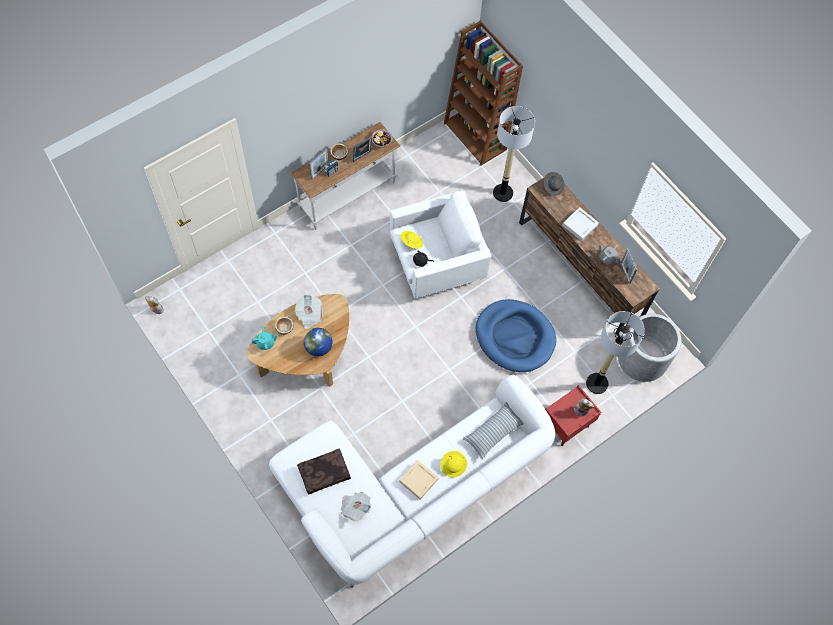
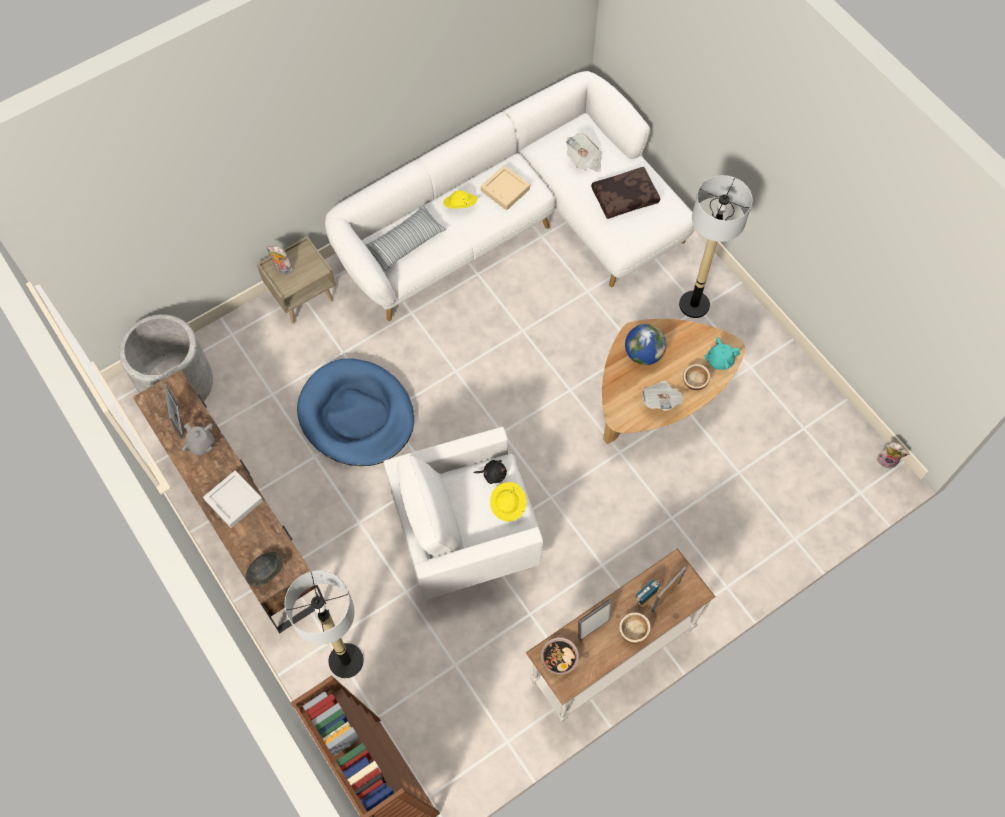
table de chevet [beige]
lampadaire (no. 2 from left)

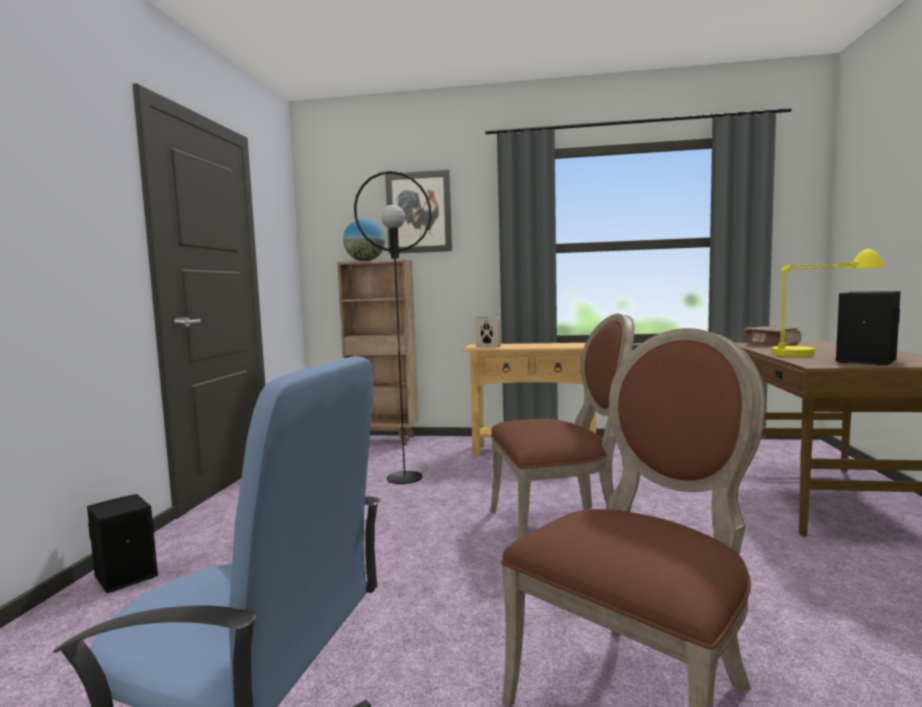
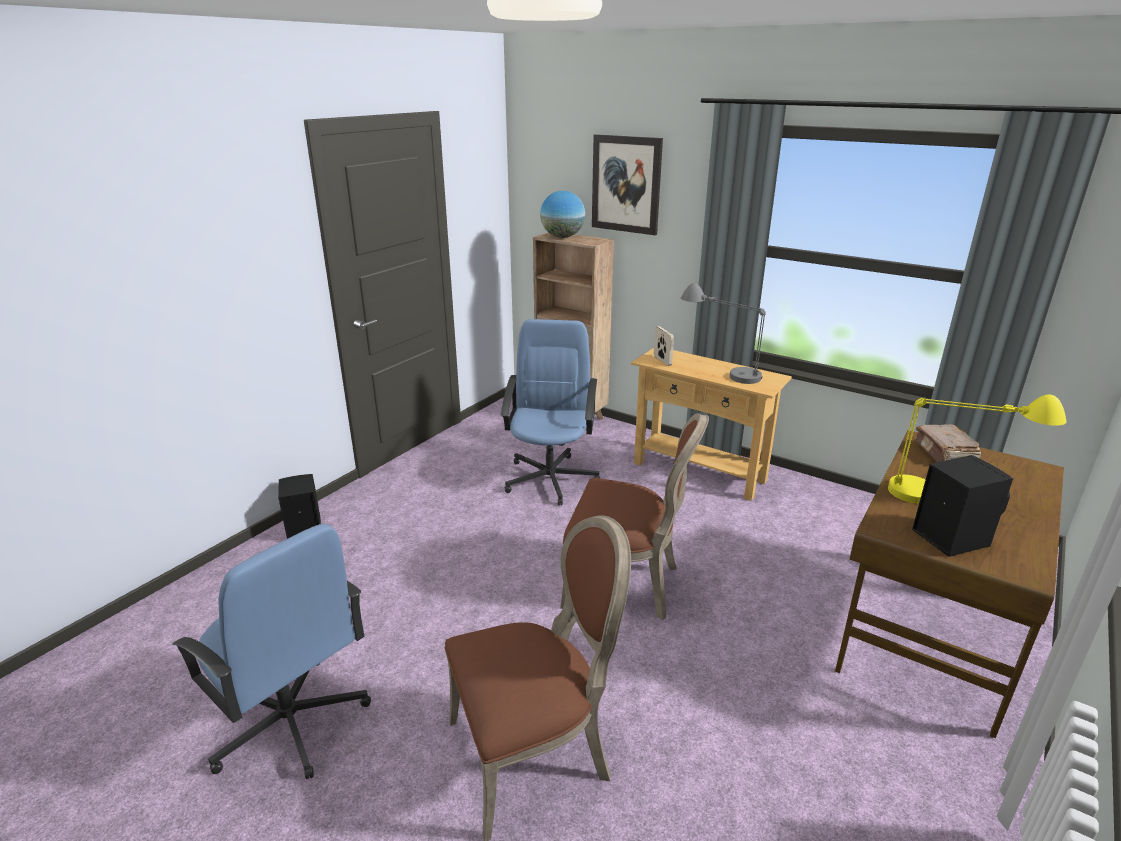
chaise de bureau [bleu] (no. 2 from left)
lampe de table [gris]

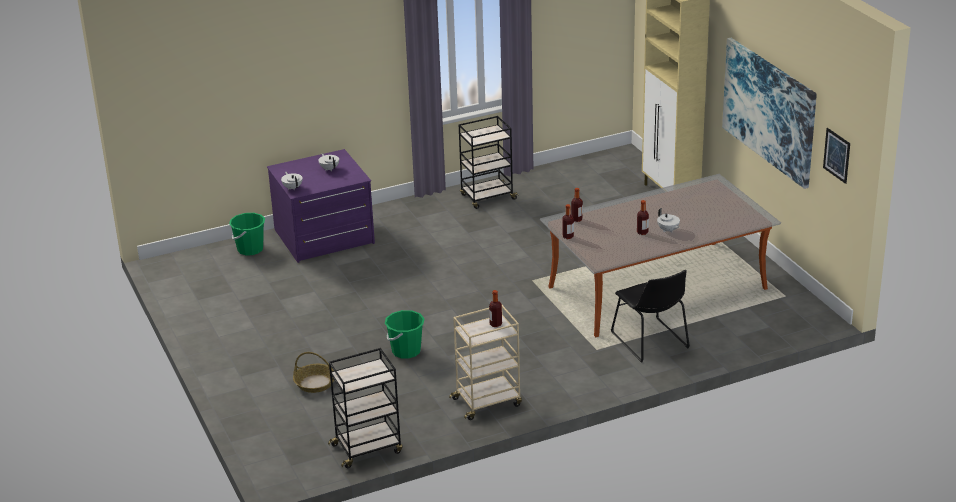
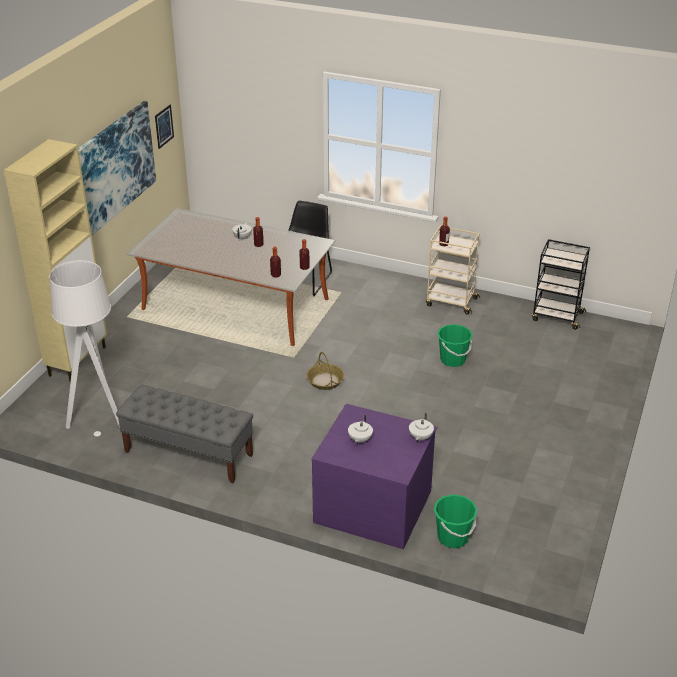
panier
banc [gris]
lampadaire [blanc]

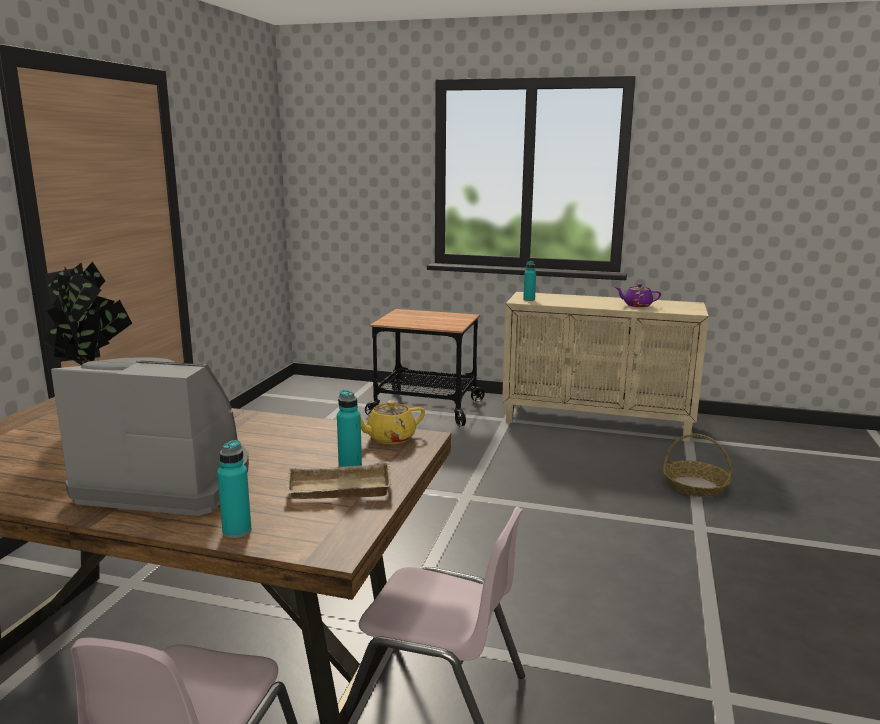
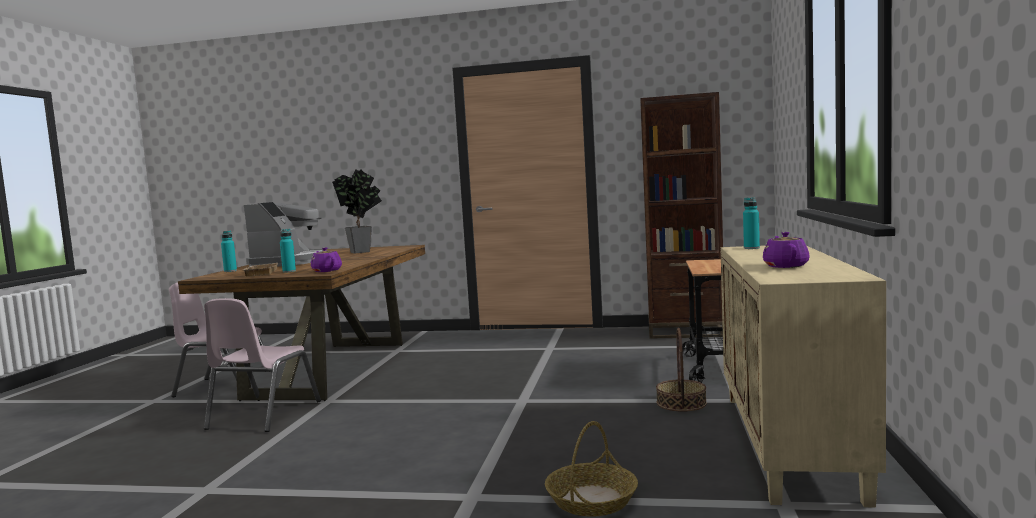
théière [violet] (no. 1 from left)
bibliothèque [marron]
panier (no. 2 from left)

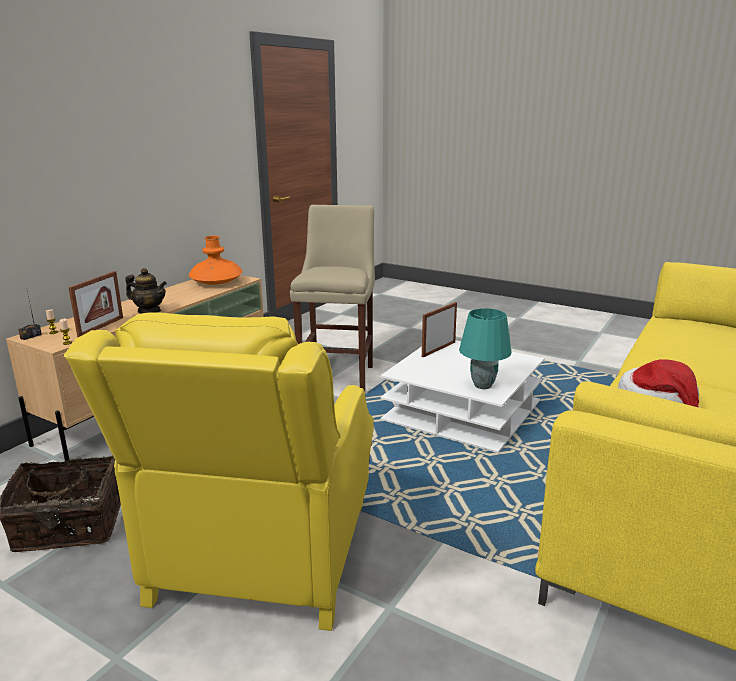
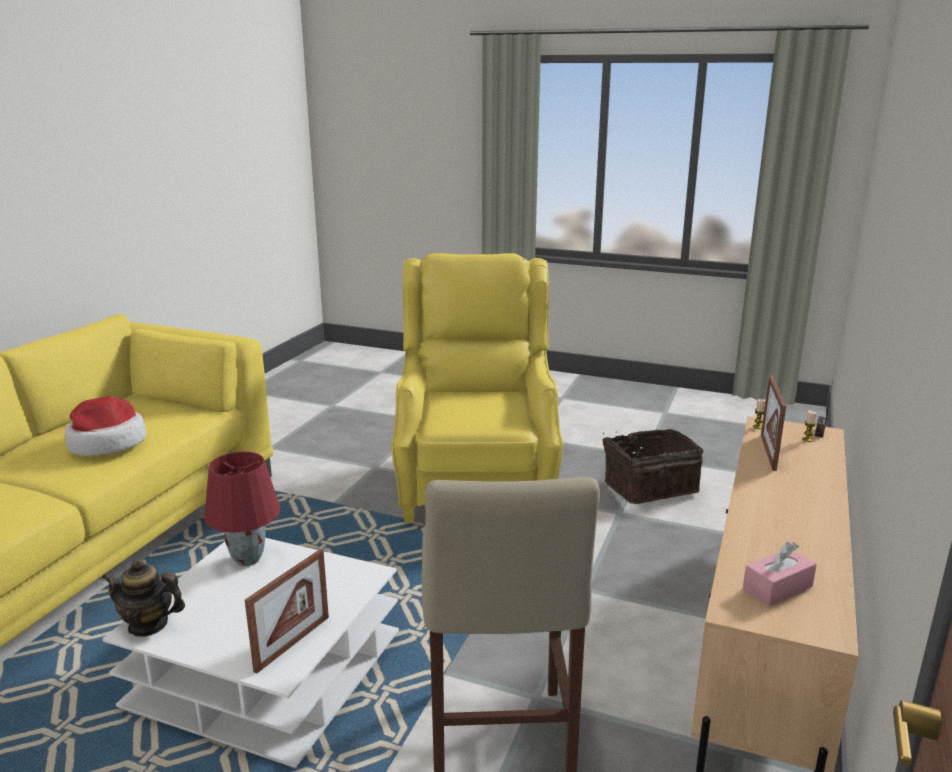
théière
boîte à mouchoirs [rose]
lampe de table [rouge]

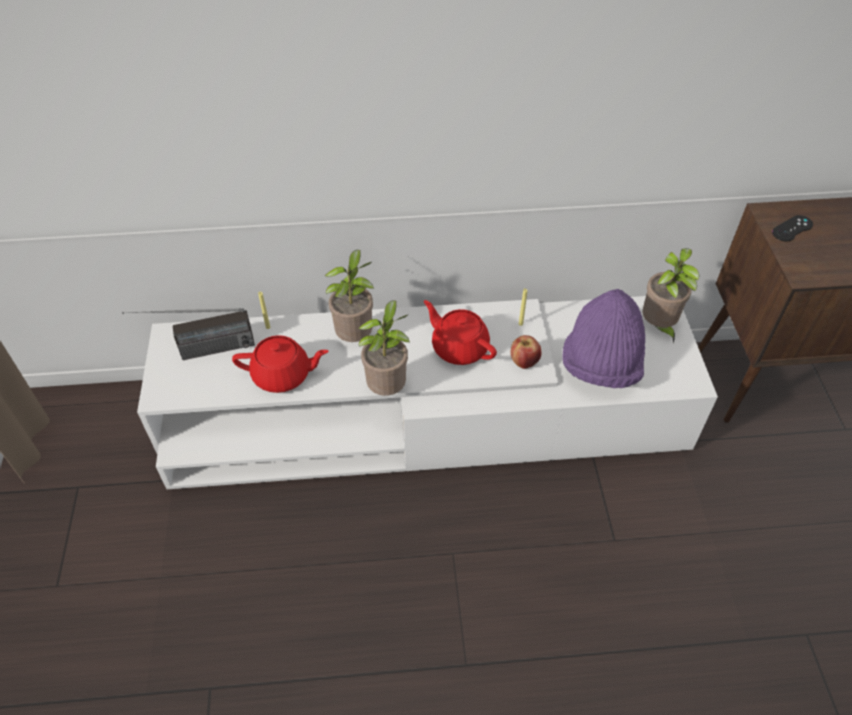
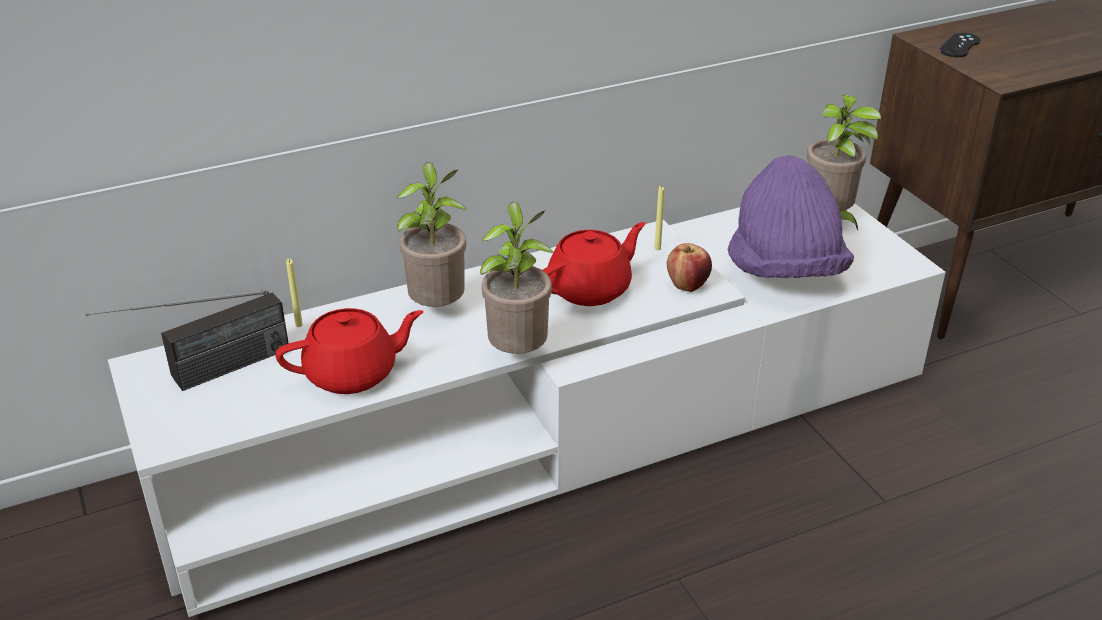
théière [rouge] (no. 2 from left)

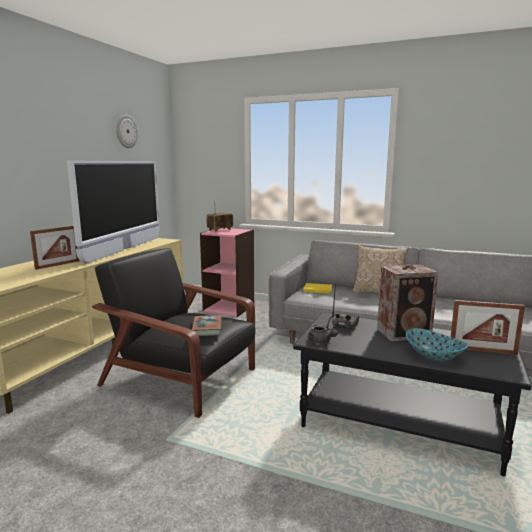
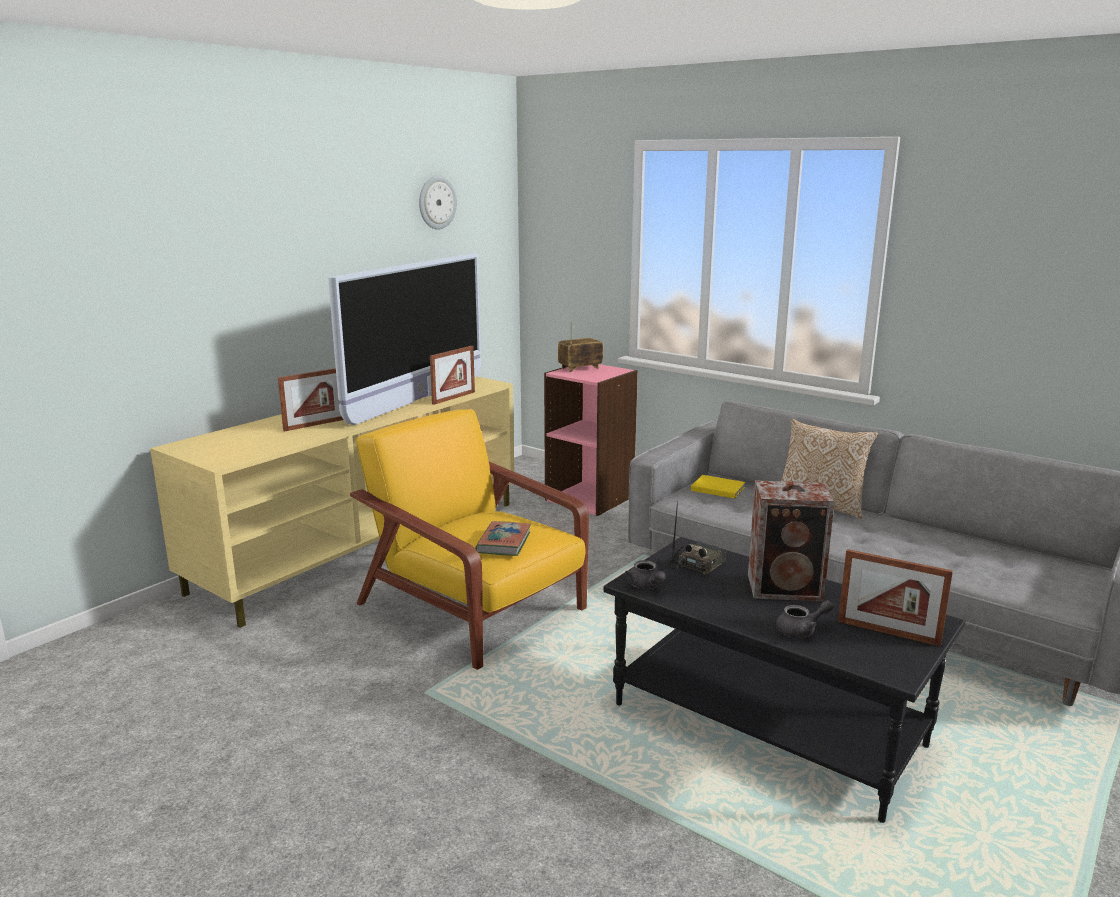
fauteuil [jaune]
théière [gris] (no. 2 from left)
cadre photo (no. 2 from left)

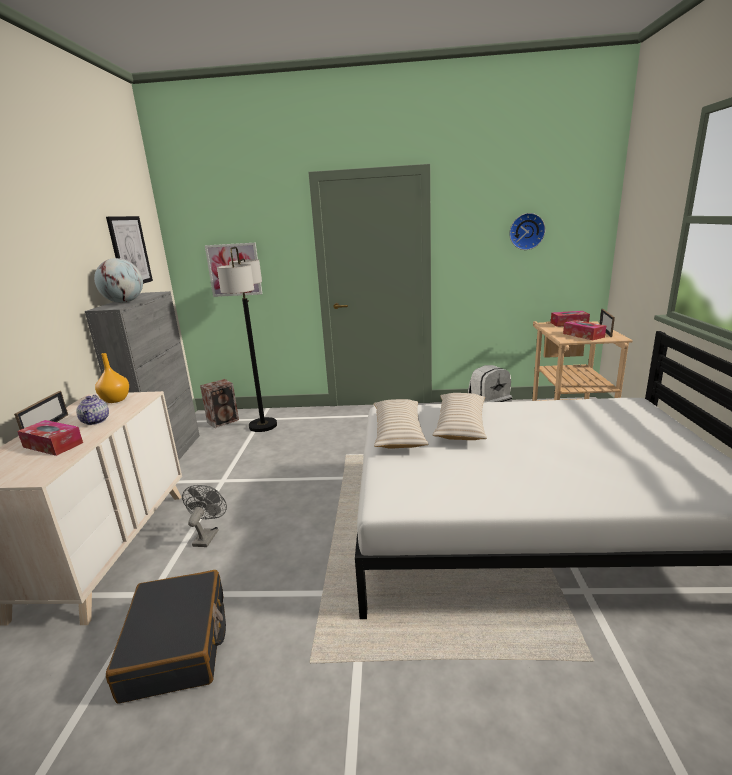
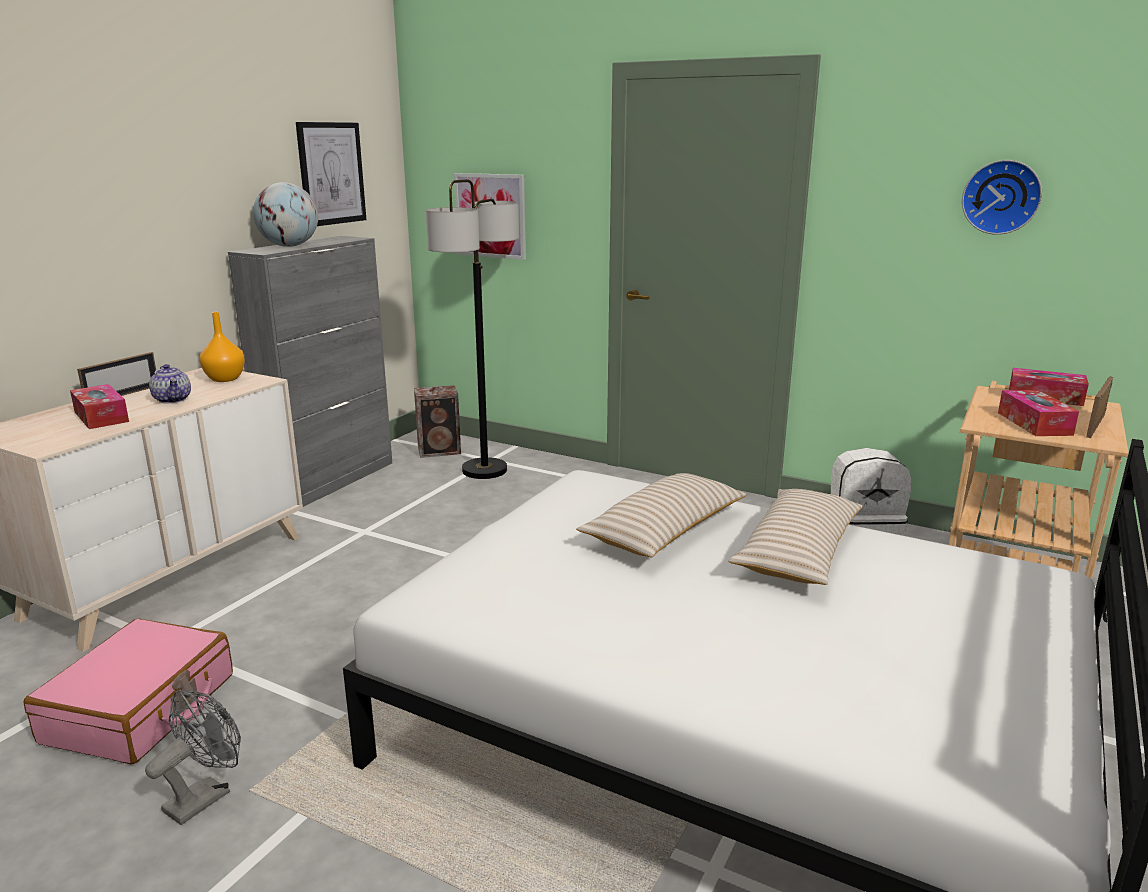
théière
valise [rose]
ventilateur [gris]
coussin [beige] (no. 2 from left)

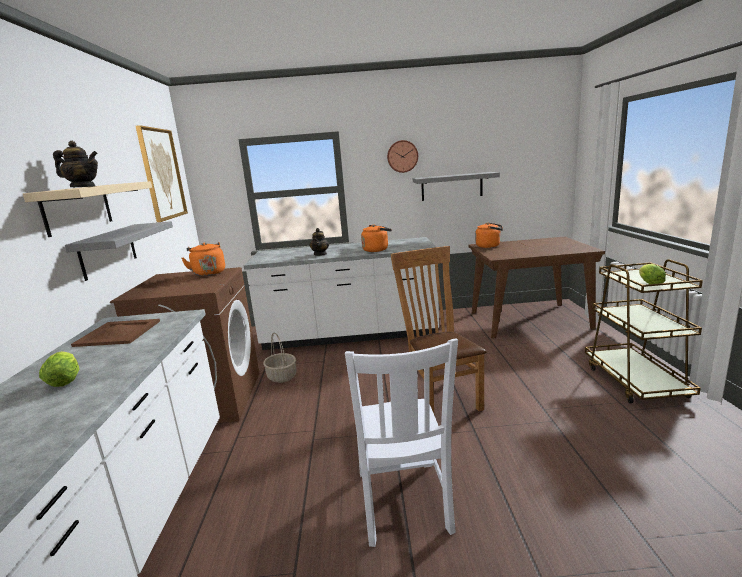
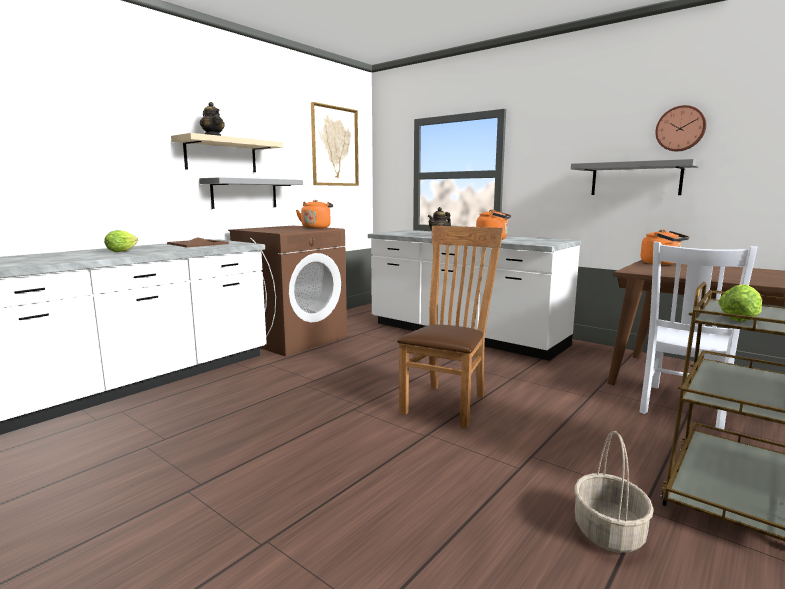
panier
chaise [blanc]
horloge murale

